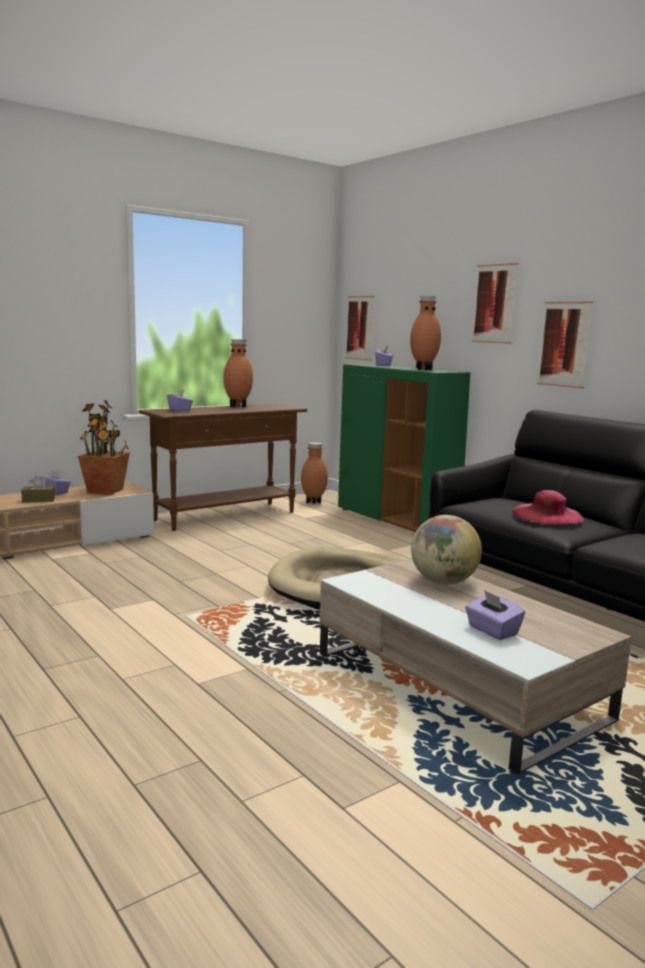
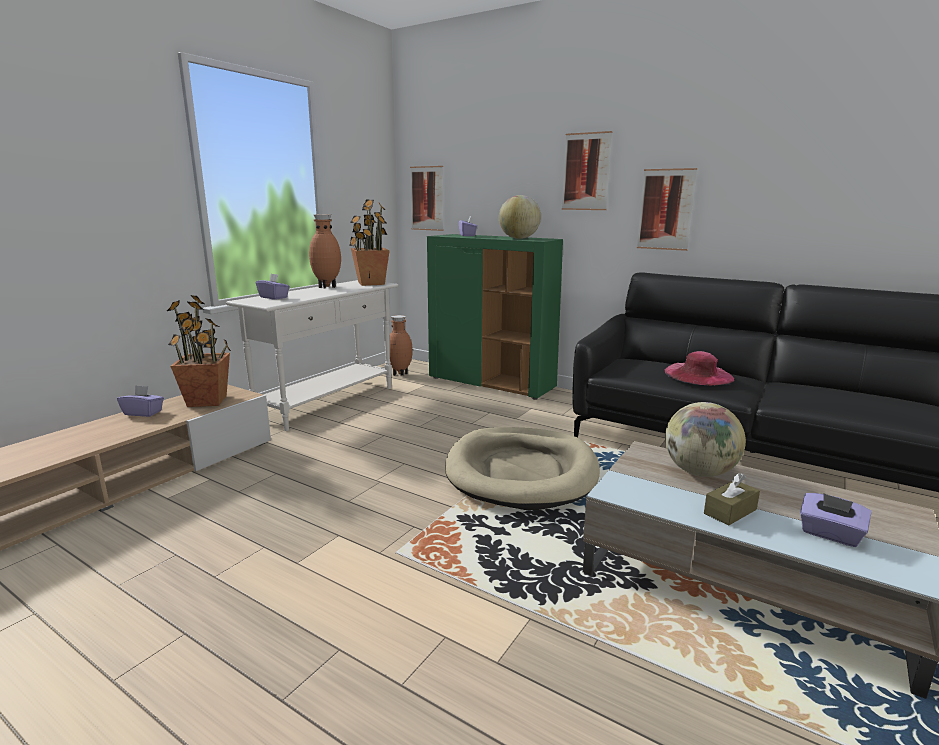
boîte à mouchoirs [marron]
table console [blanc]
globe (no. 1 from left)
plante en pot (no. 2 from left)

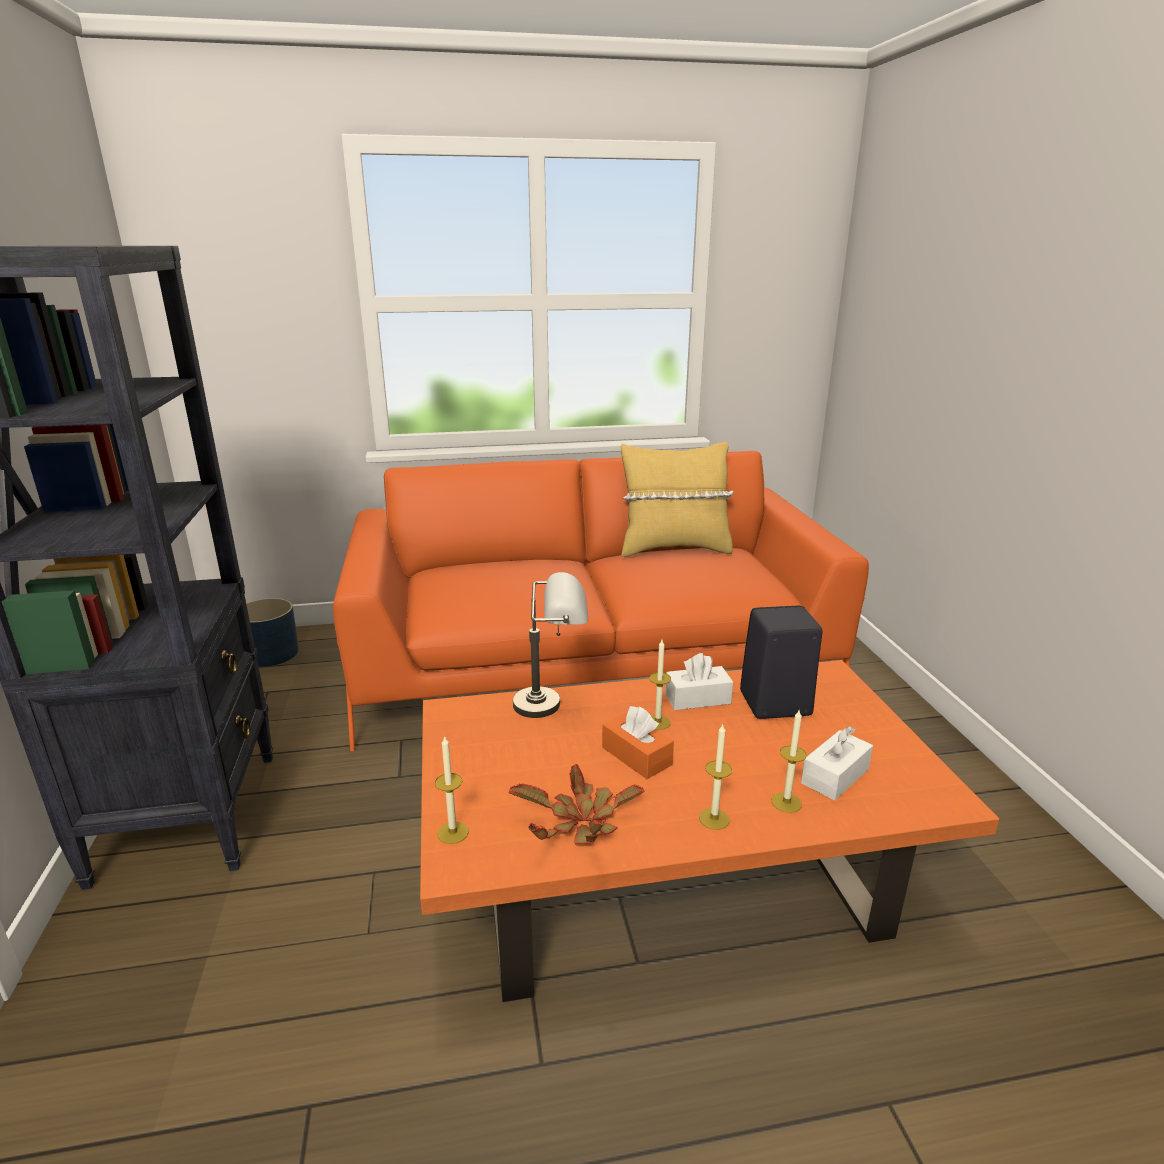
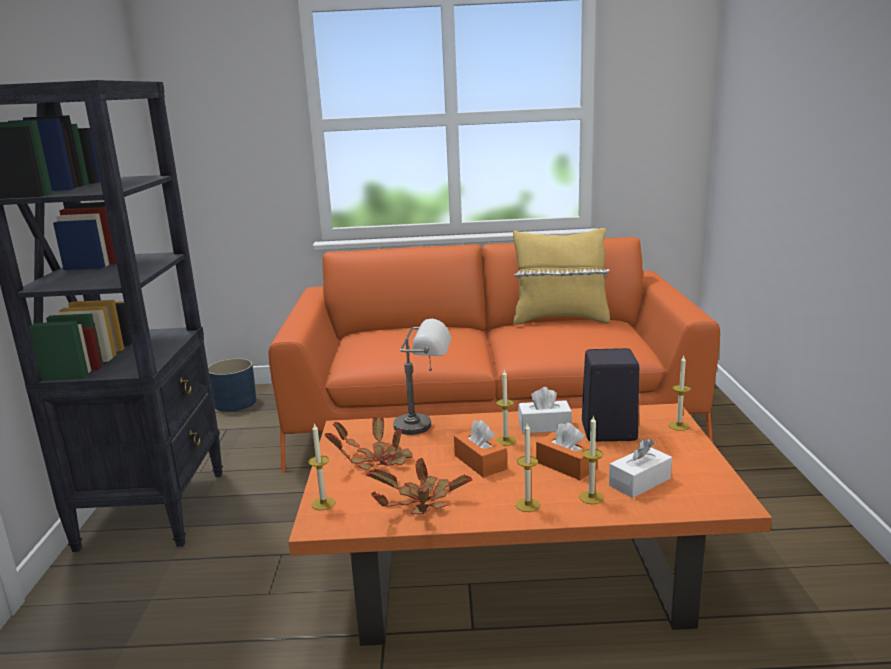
plante en pot (no. 1 from left)
boîte à mouchoirs [orange] (no. 2 from left)
bougie (no. 5 from left)

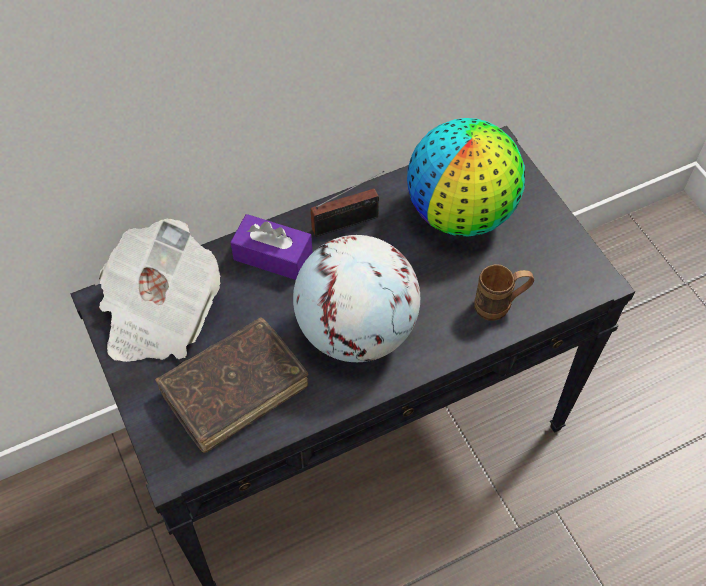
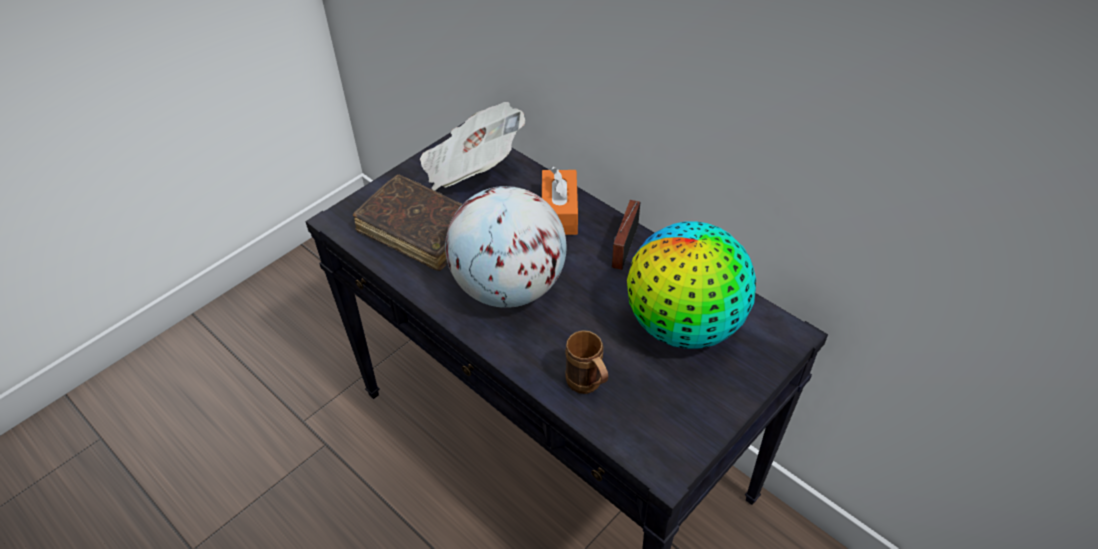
boîte à mouchoirs [orange]
radio

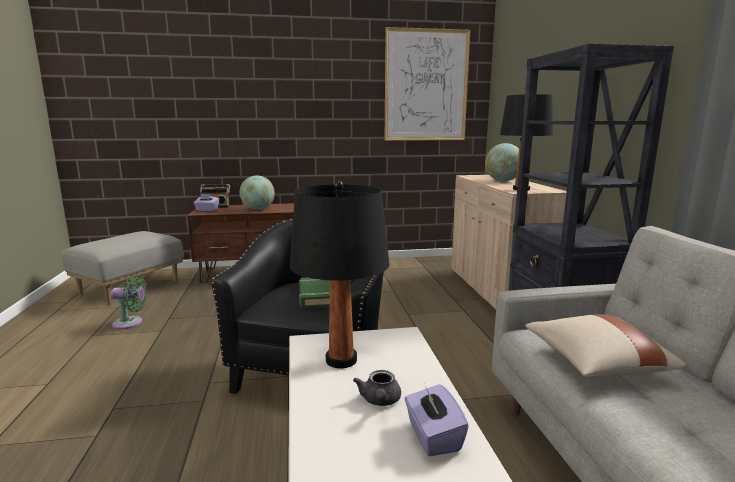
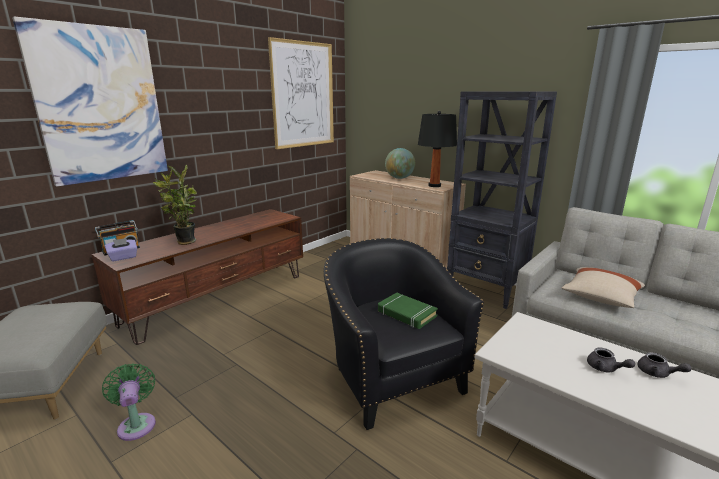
ventilateur [vert]
plante en pot
lampe de table [noir] (no. 1 from left in the first image)
théière [gris] (no. 2 from left)
tableau (no. 1 from left)

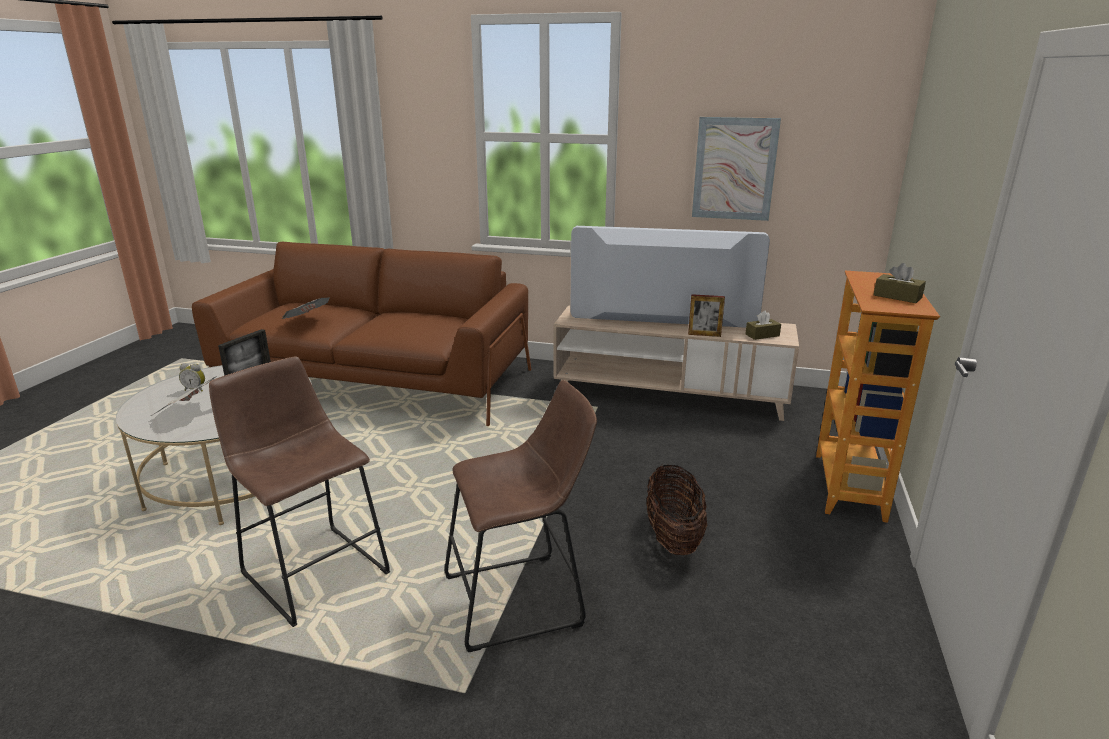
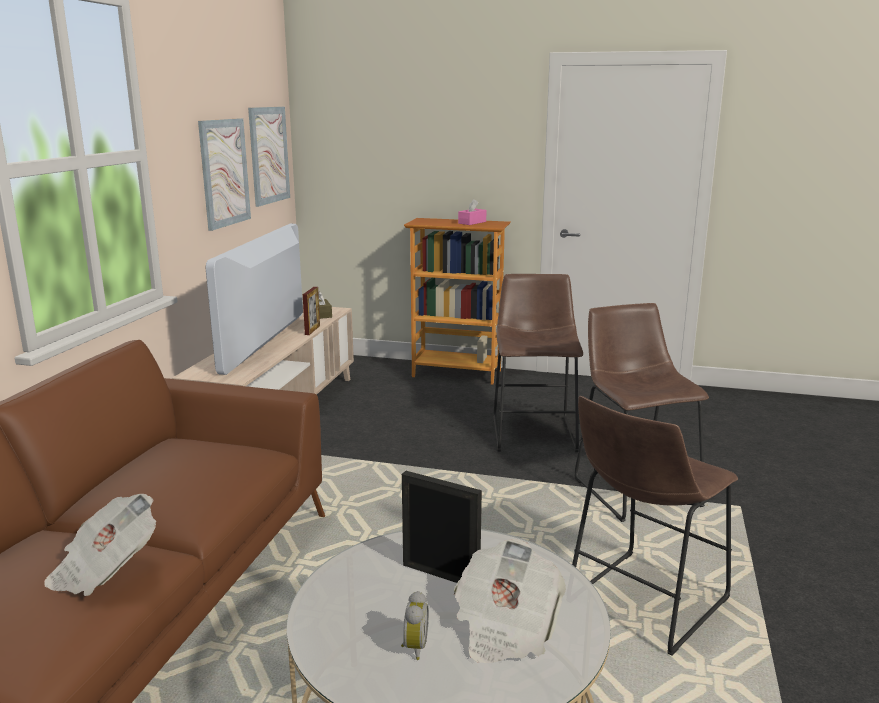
tabouret [marron] (no. 1 from left)
boîte à mouchoirs [rose]
tableau (no. 2 from left)

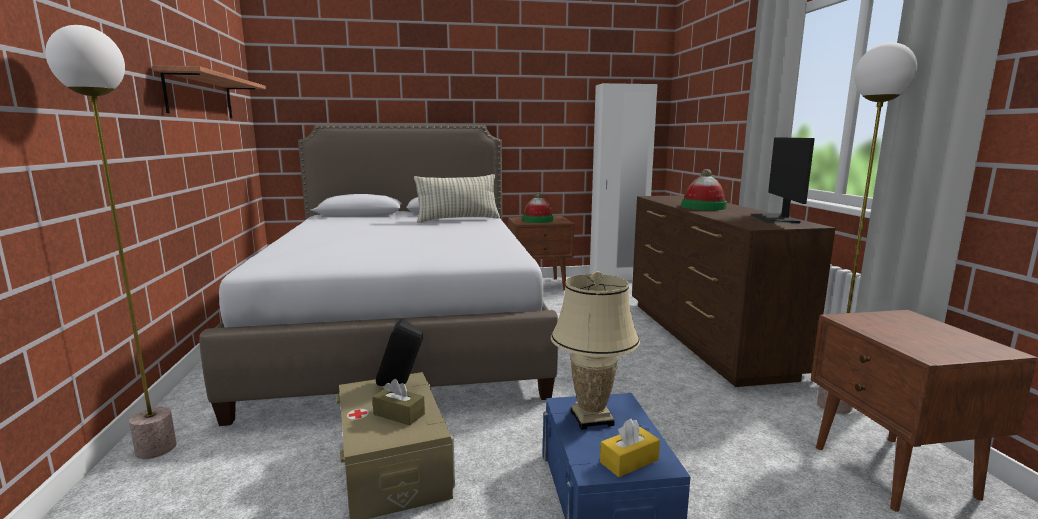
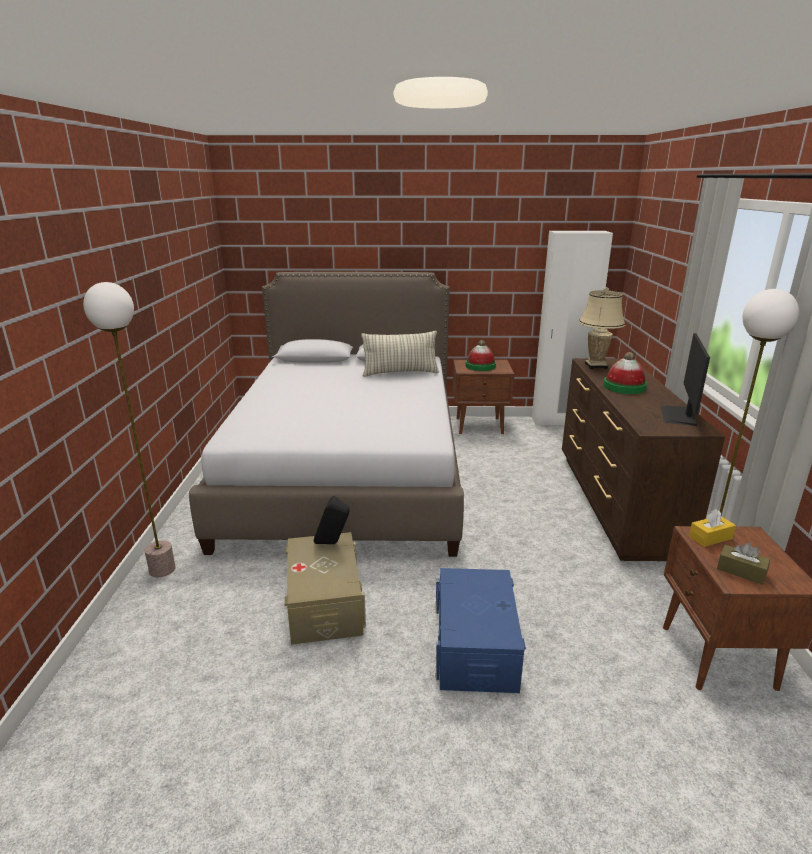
étagère
boîte à mouchoirs [marron]
lampe de table [beige]
boîte à mouchoirs [jaune]

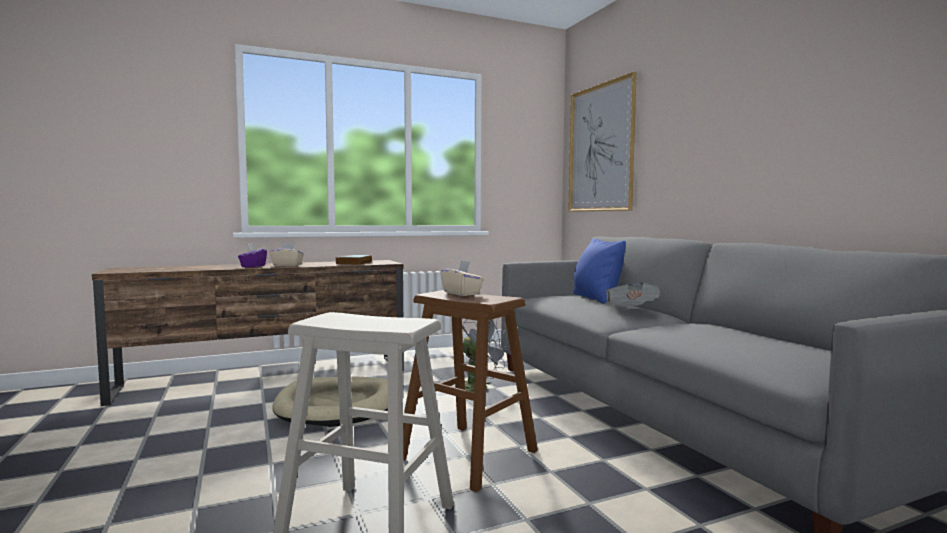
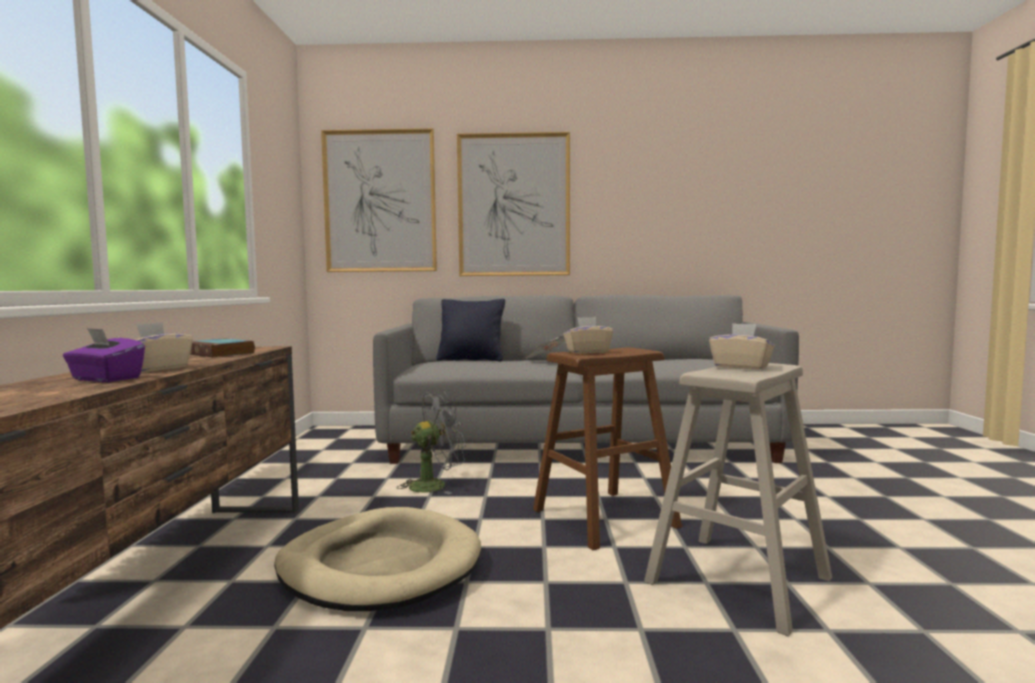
coussin [noir]
tableau (no. 2 from left)
boîte à mouchoirs [beige] (no. 3 from left)

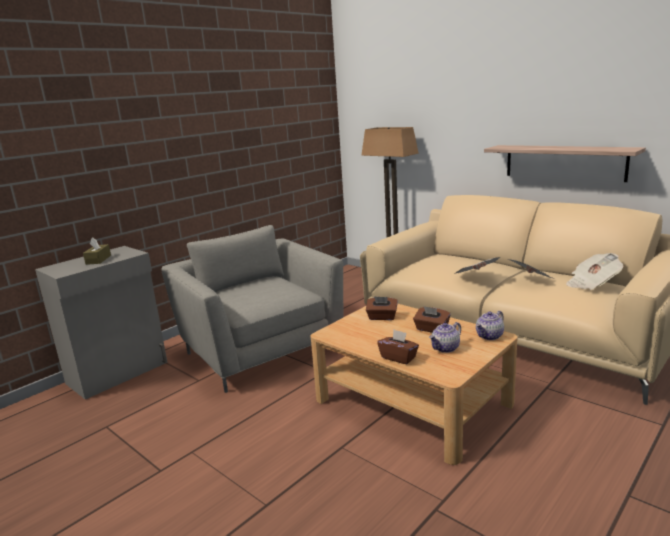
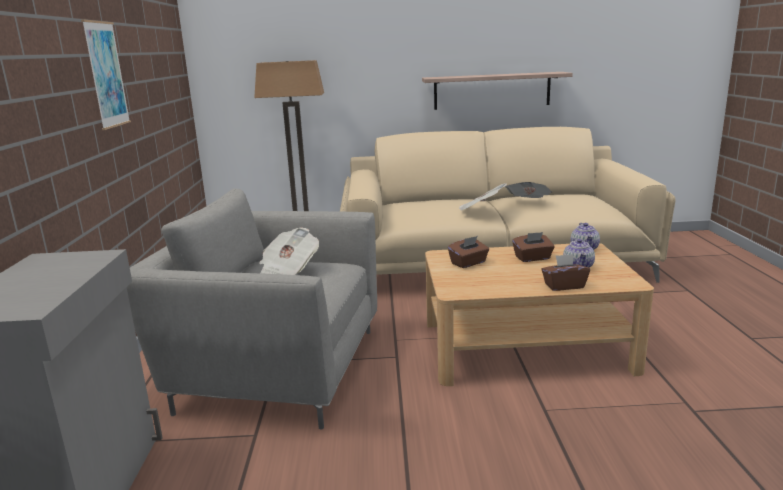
boîte à mouchoirs [marron] (no. 1 from left in the first image)
journal (no. 1 from left)
tableau

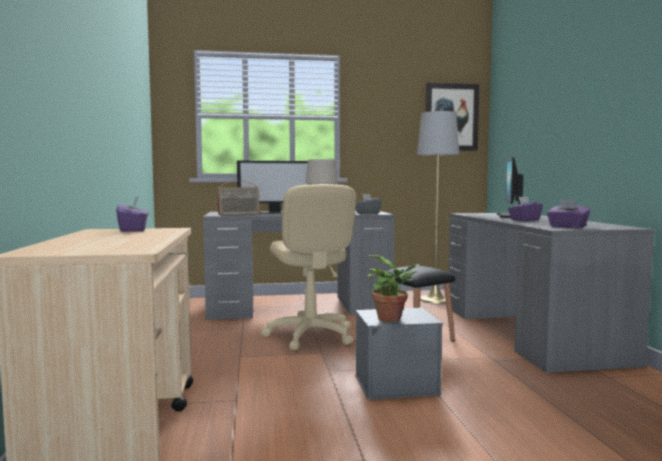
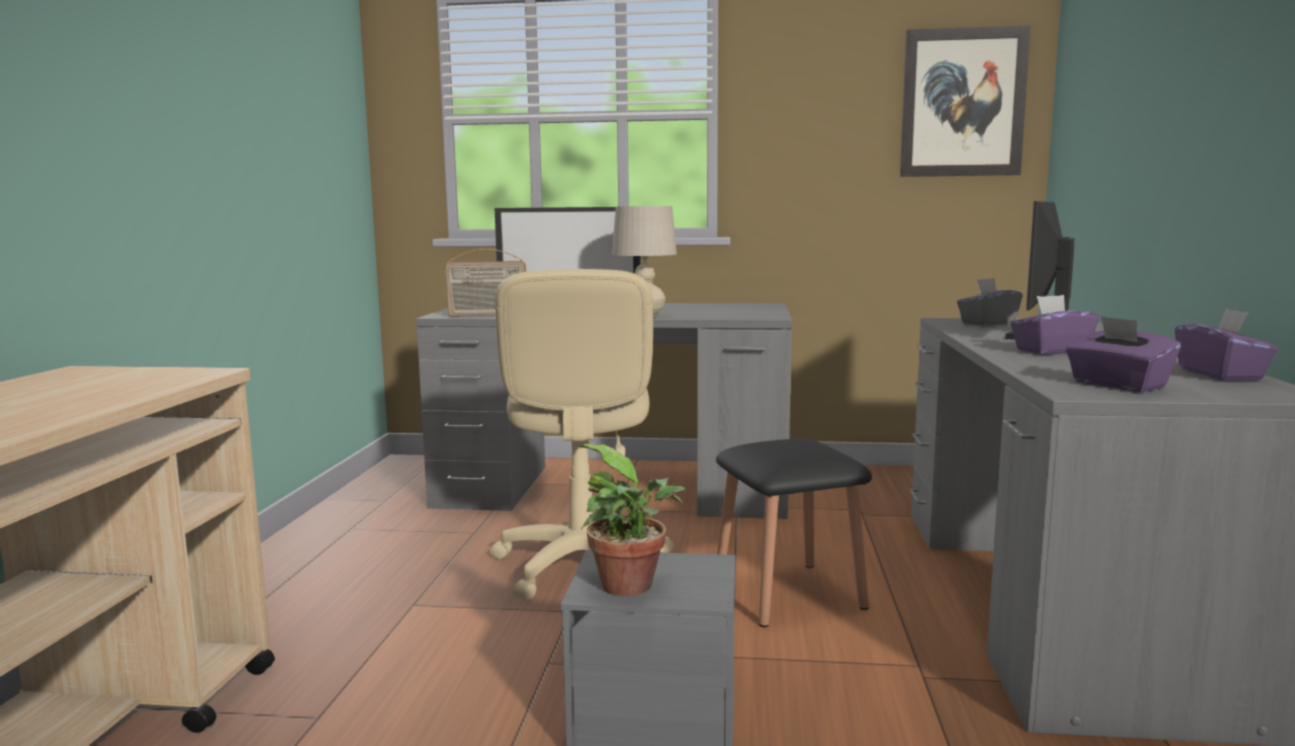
boîte à mouchoirs [violet] (no. 3 from left)
boîte à mouchoirs [gris]
lampadaire [gris]

